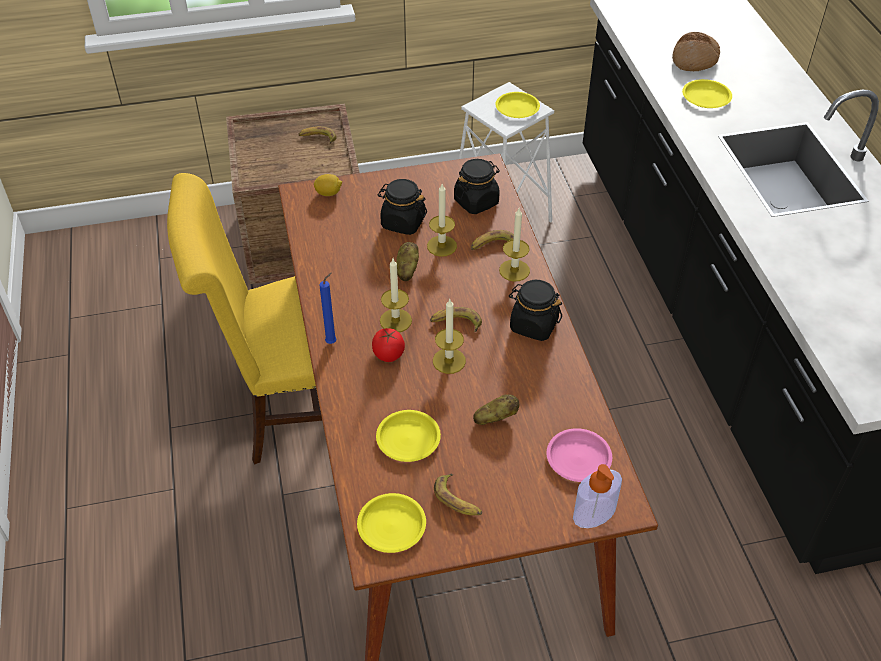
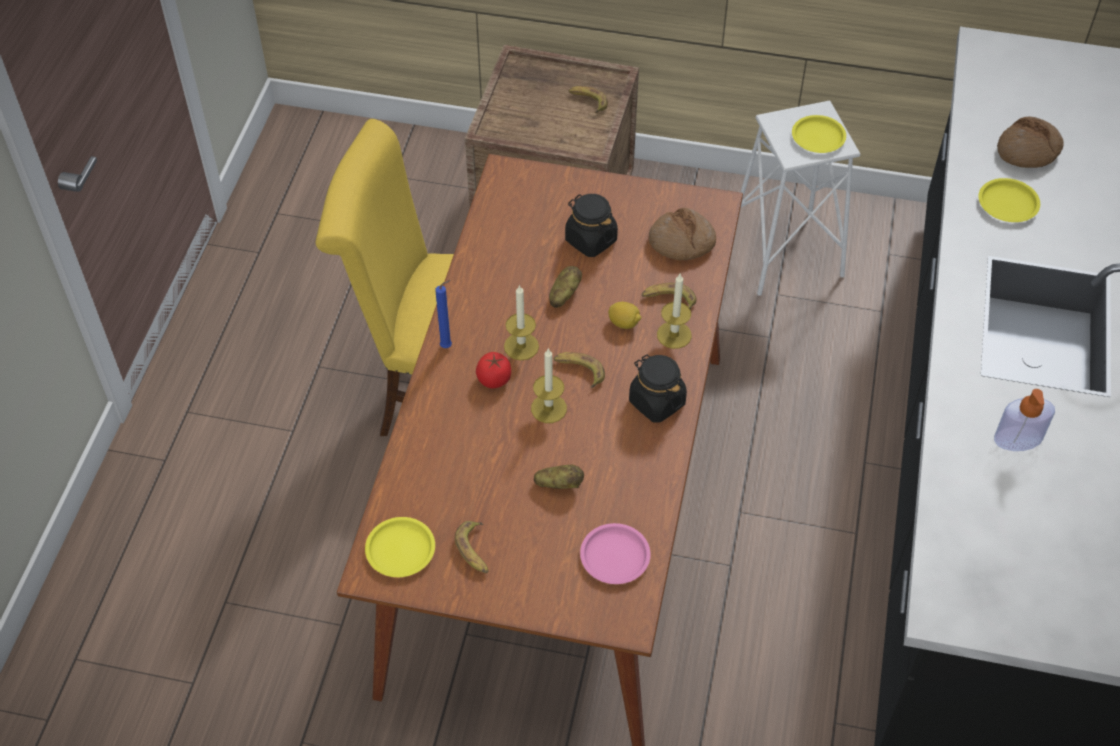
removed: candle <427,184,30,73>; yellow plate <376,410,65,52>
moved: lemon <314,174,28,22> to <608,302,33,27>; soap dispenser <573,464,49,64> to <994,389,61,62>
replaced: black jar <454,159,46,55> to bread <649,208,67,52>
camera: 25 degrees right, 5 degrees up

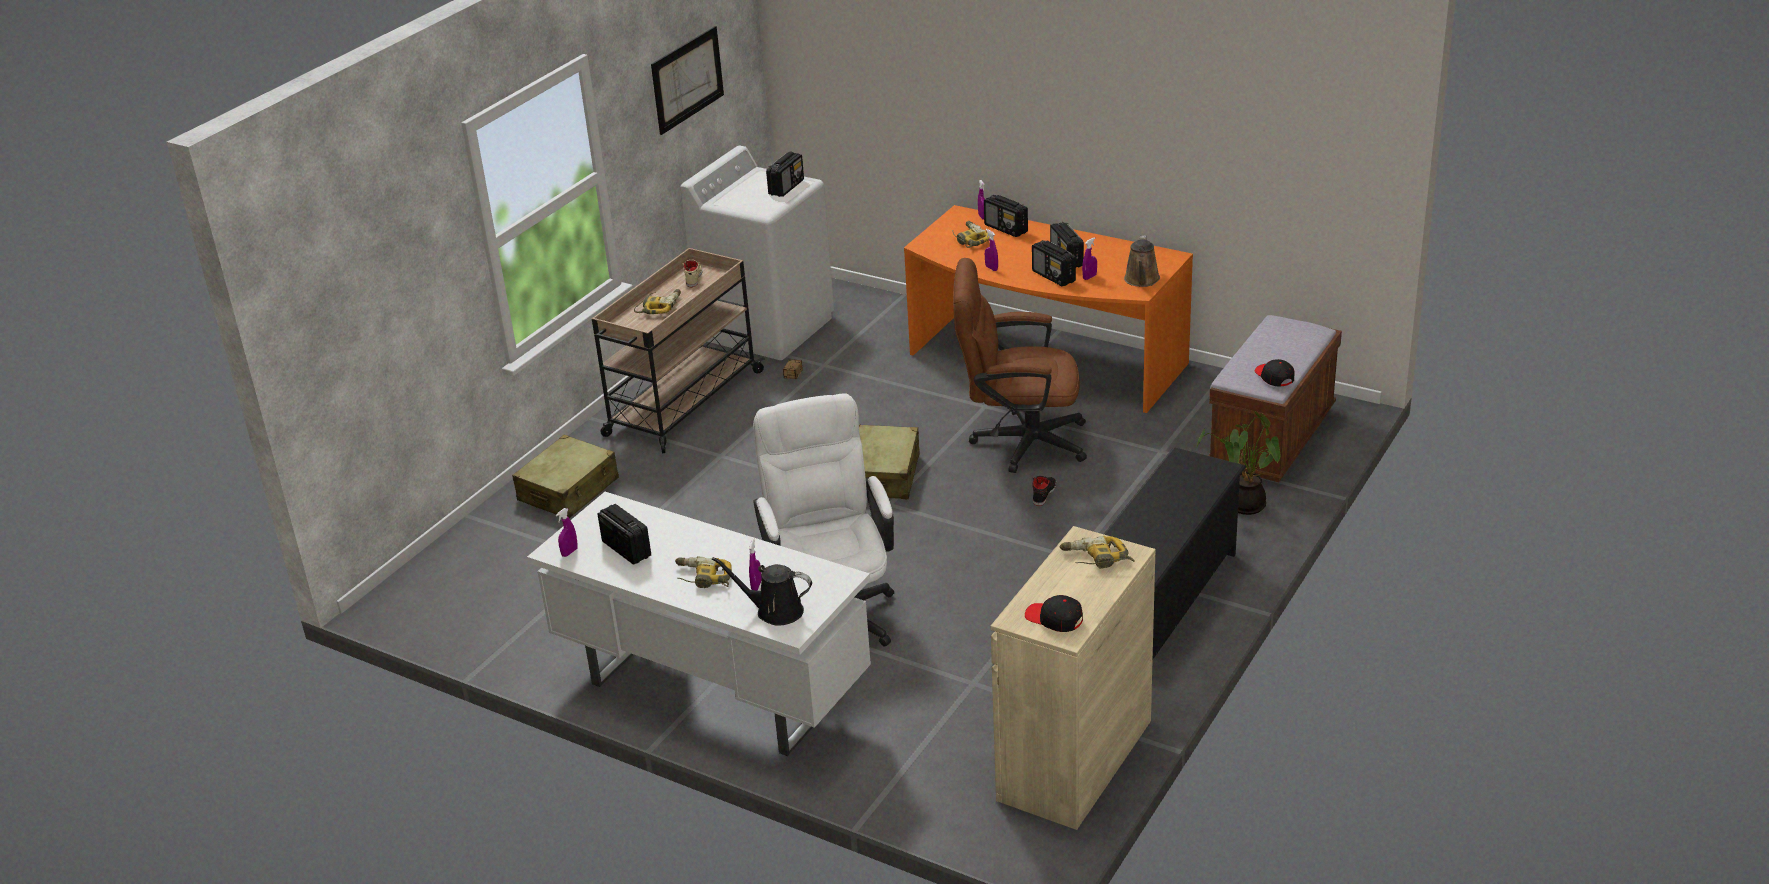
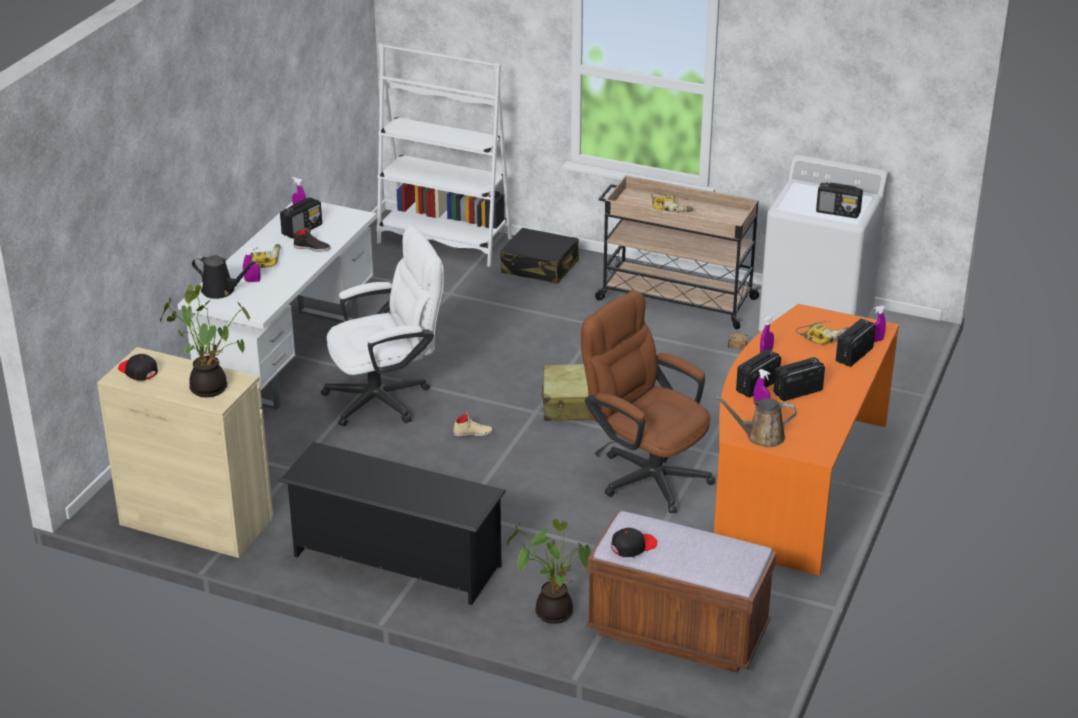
removed: picture <651,26,73,109>
added: white bookcase <376,43,136,224>
moved: beige shoe <682,260,21,27> to <453,413,40,24>; black shoe <1032,476,24,30> to <294,227,36,25>
replaced: power drill <1059,536,76,33> to potted plant <160,284,90,113>
recoloured: beige suitcase <512,435,107,83> to black suitcase <500,228,79,56>
turned: brown office chair <953,258,134,215> = <581,290,134,223> 45 degrees counterclockwise; black watering can <712,557,100,68> = <192,255,65,44> 105 degrees clockwise; black cap <1025,595,58,37> = <118,354,40,27> 75 degrees counterclockwise
camera: 80 degrees right, 0 degrees up

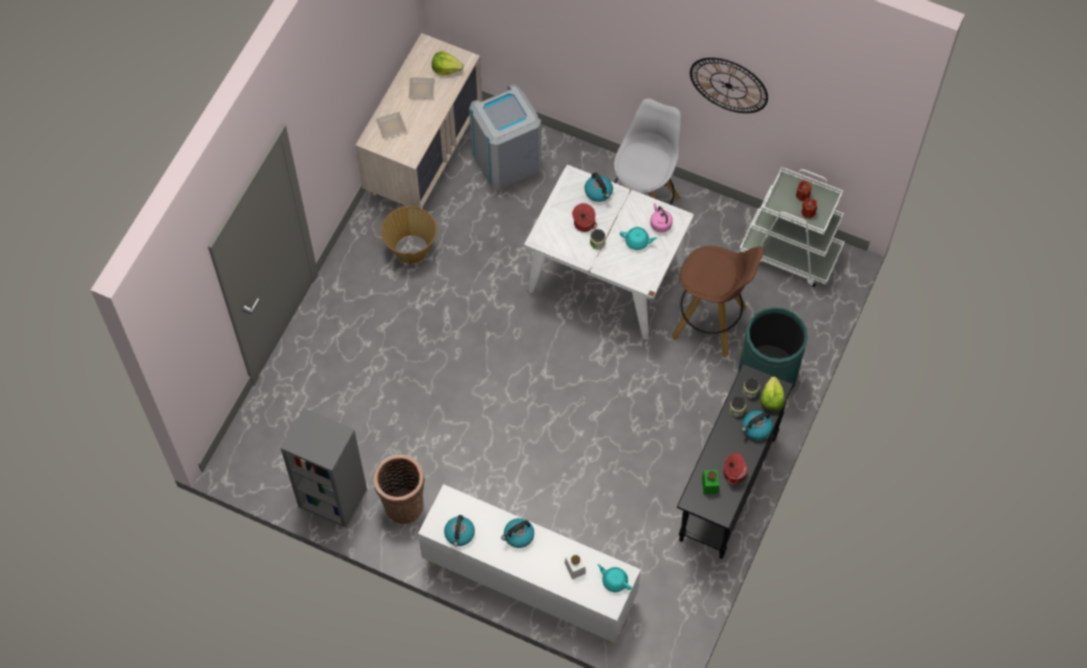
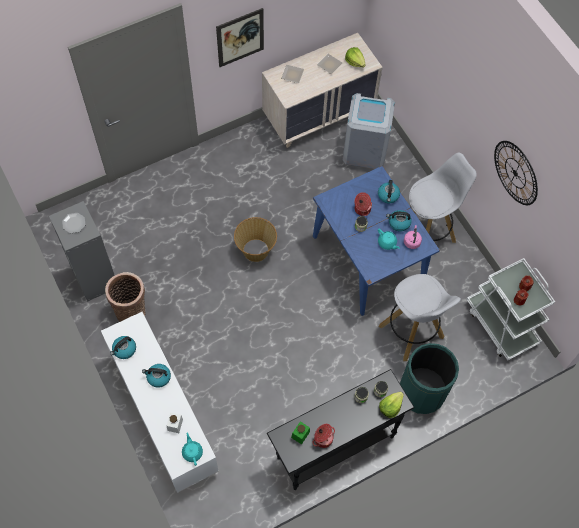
added: picture <216,8,48,59>; plate <62,213,24,20>
moved: basket <381,206,56,58> to <234,217,43,45>; kettle <742,411,31,29> to <386,210,26,21>
recoloured: white dining table <524,164,170,176> to blue dining table <313,166,127,150>; brown stool <672,246,92,111> to white stool <379,274,82,87>
camera: 35 degrees right, 0 degrees up

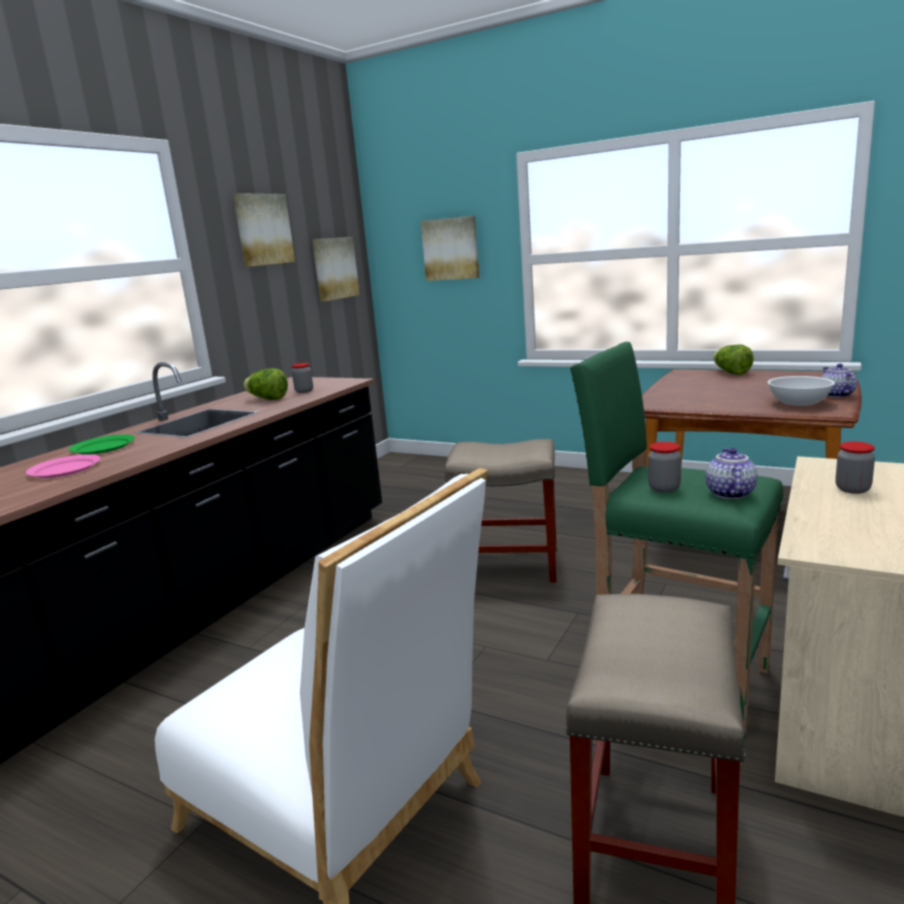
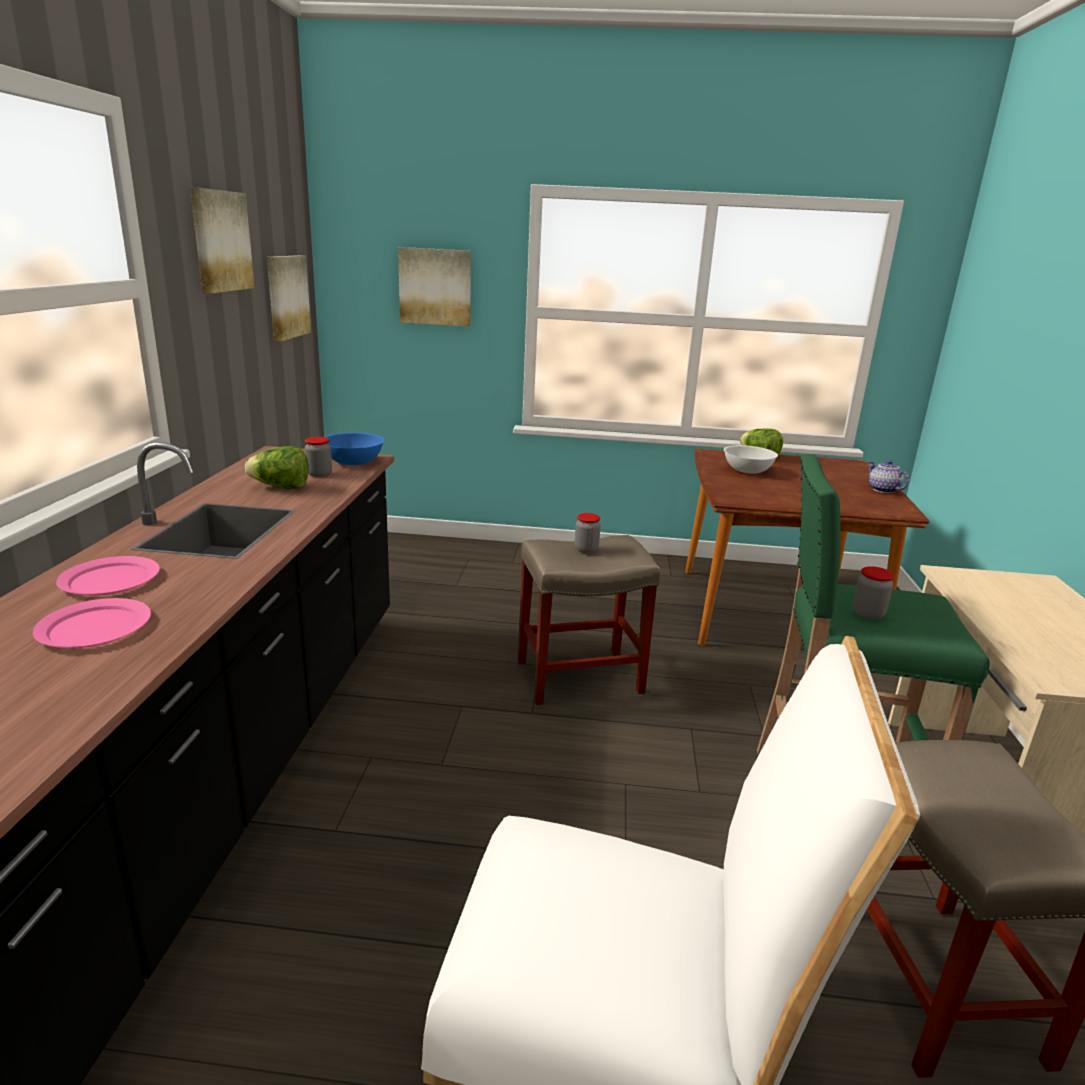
removed: teapot <706,448,52,51>
added: blue bowl <325,432,60,33>
moved: white bowl <768,376,67,30> to <724,445,54,29>; jar <835,442,40,52> to <575,513,26,40>
recoloured: green plate <69,435,66,20> to pink plate <56,556,104,40>
camera: 25 degrees left, 5 degrees up

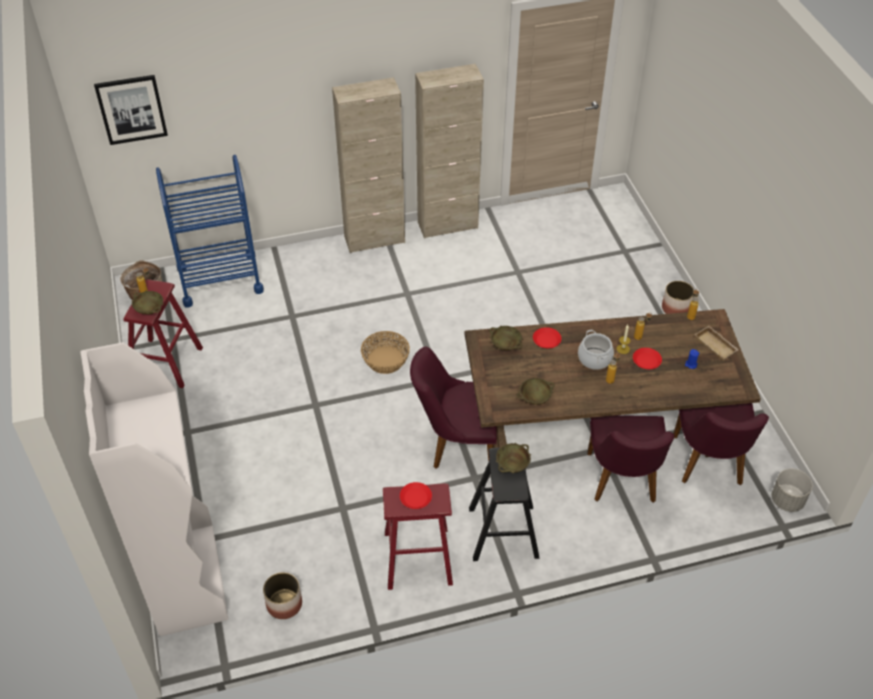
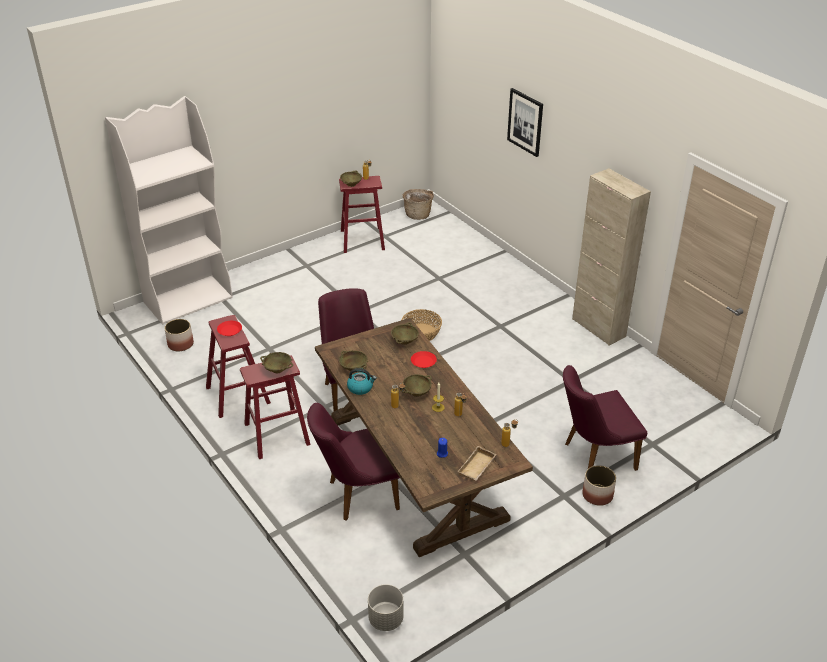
removed: beige cabinet <332,77,73,176>; blue cart <156,155,108,152>; red plate <633,348,29,21>
added: kettle <347,368,30,27>
moved: picture <94,75,74,70> to <507,88,36,69>; purple chair <673,403,96,82> to <563,365,84,106>
replaced: cooking pot <578,330,36,40> to beige bowl <403,374,29,23>
recoloured: black stool <469,448,71,113> to red stool <240,355,71,104>
camera: 70 degrees right, 10 degrees down

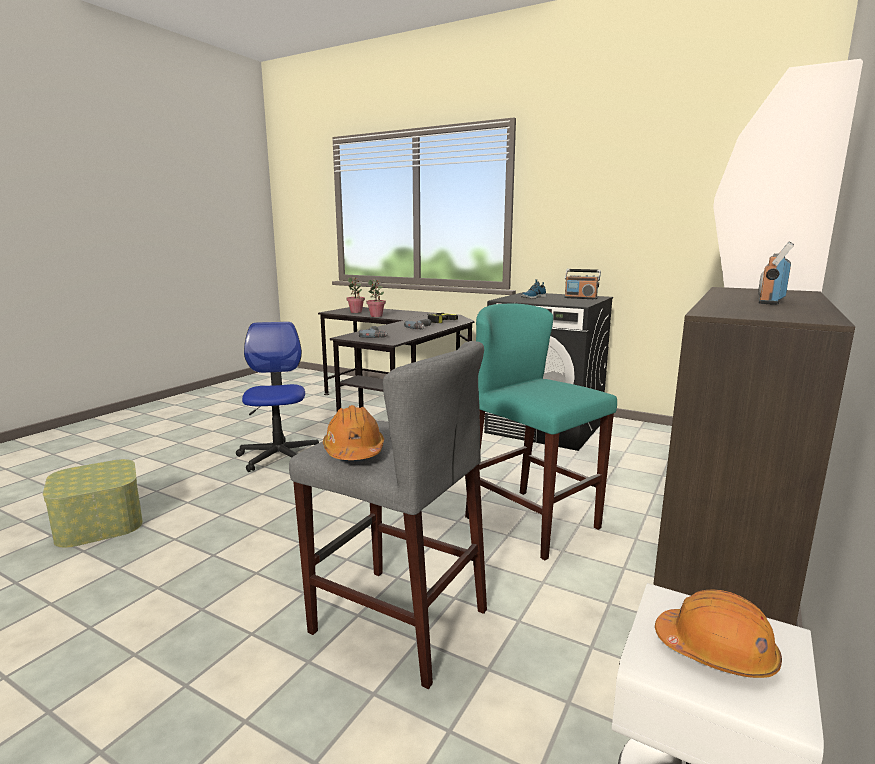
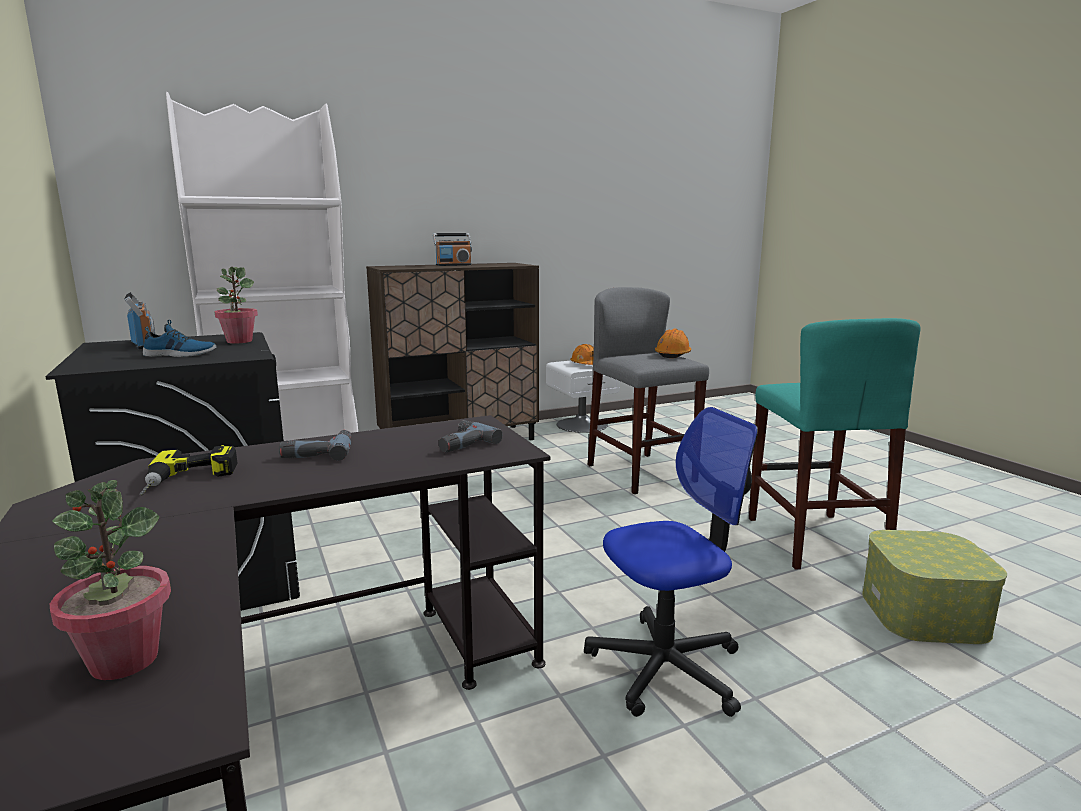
moved: potted plant <366,279,20,38> to <214,267,44,77>; turquoise stool <465,303,152,257> to <749,318,172,252>
turned: office chair <236,322,83,150> = <584,407,174,310> 135 degrees counterclockwise
camera: 145 degrees left, 0 degrees up

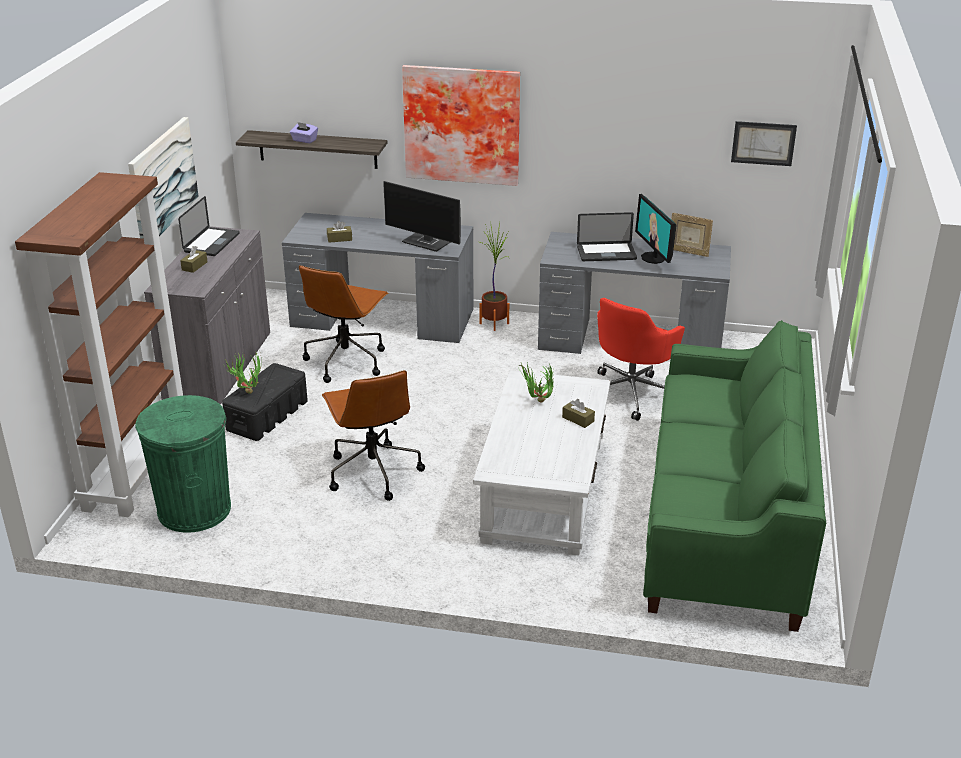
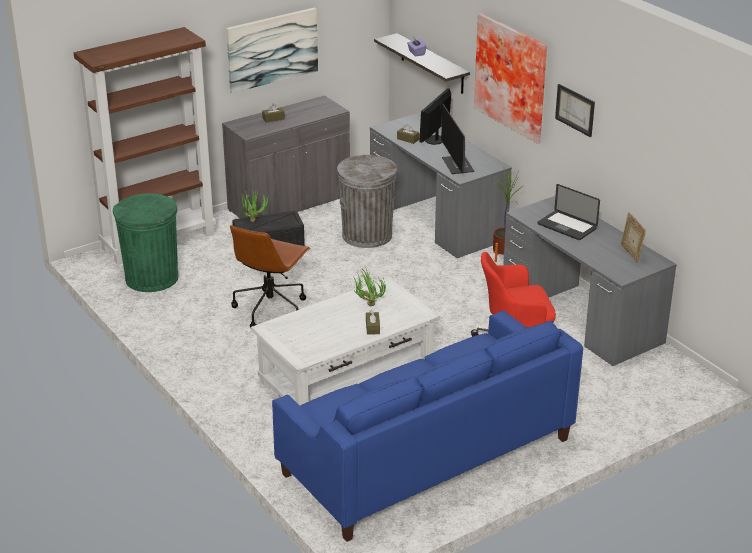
removed: laptop <178,196,62,60>
moved: picture <731,121,66,45> to <555,84,40,53>; monitor <635,194,42,70> to <419,88,32,57>
replaced: brown office chair <299,265,90,118> to grey trash can <337,155,60,93>
recoloured: green sofa <643,320,183,312> to blue sofa <272,310,311,232>
camera: 45 degrees right, 0 degrees up

